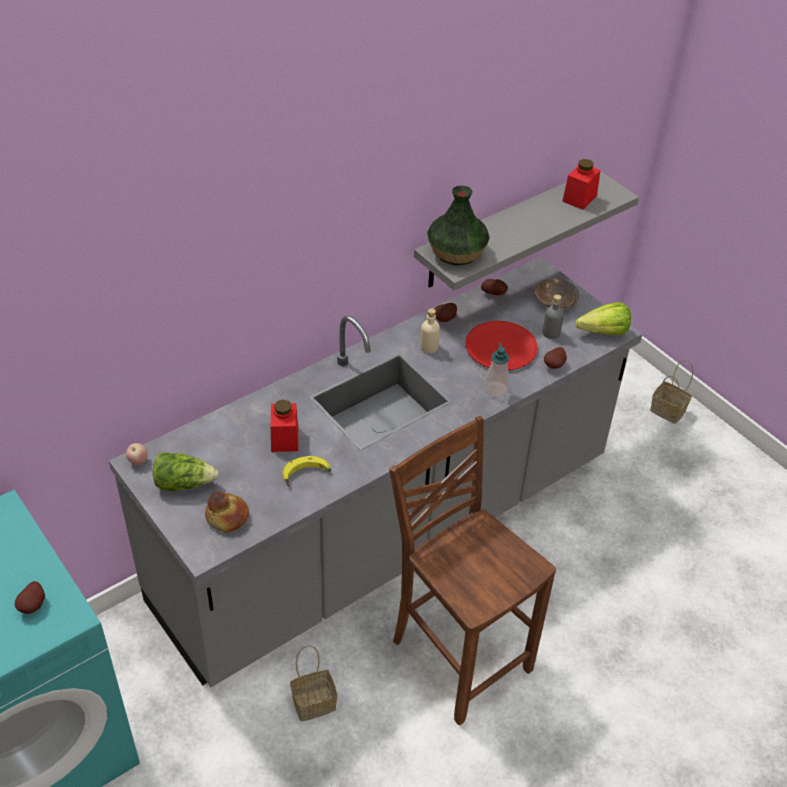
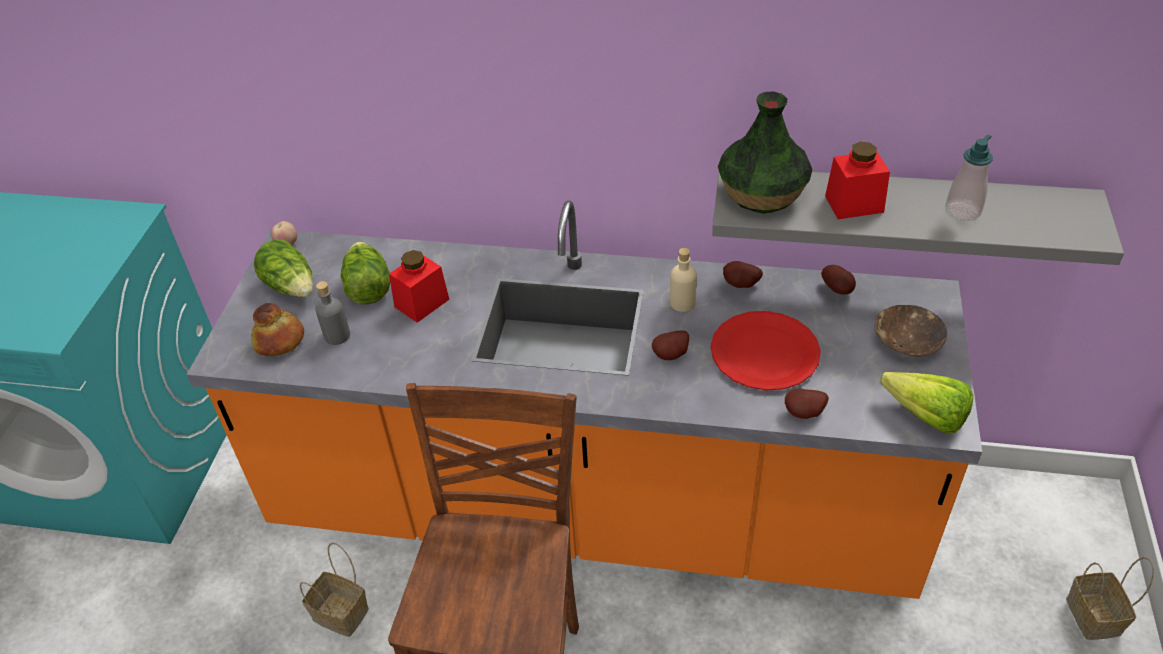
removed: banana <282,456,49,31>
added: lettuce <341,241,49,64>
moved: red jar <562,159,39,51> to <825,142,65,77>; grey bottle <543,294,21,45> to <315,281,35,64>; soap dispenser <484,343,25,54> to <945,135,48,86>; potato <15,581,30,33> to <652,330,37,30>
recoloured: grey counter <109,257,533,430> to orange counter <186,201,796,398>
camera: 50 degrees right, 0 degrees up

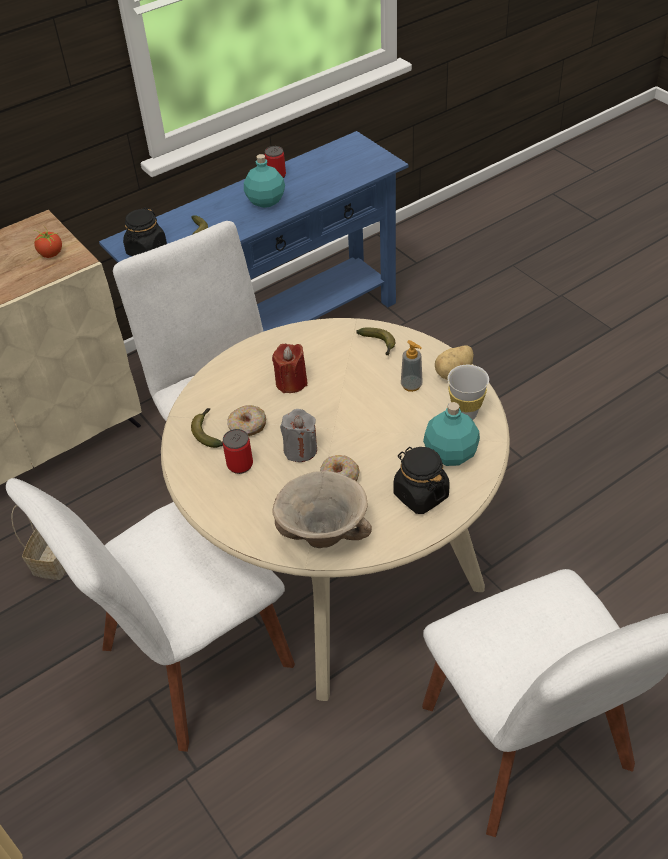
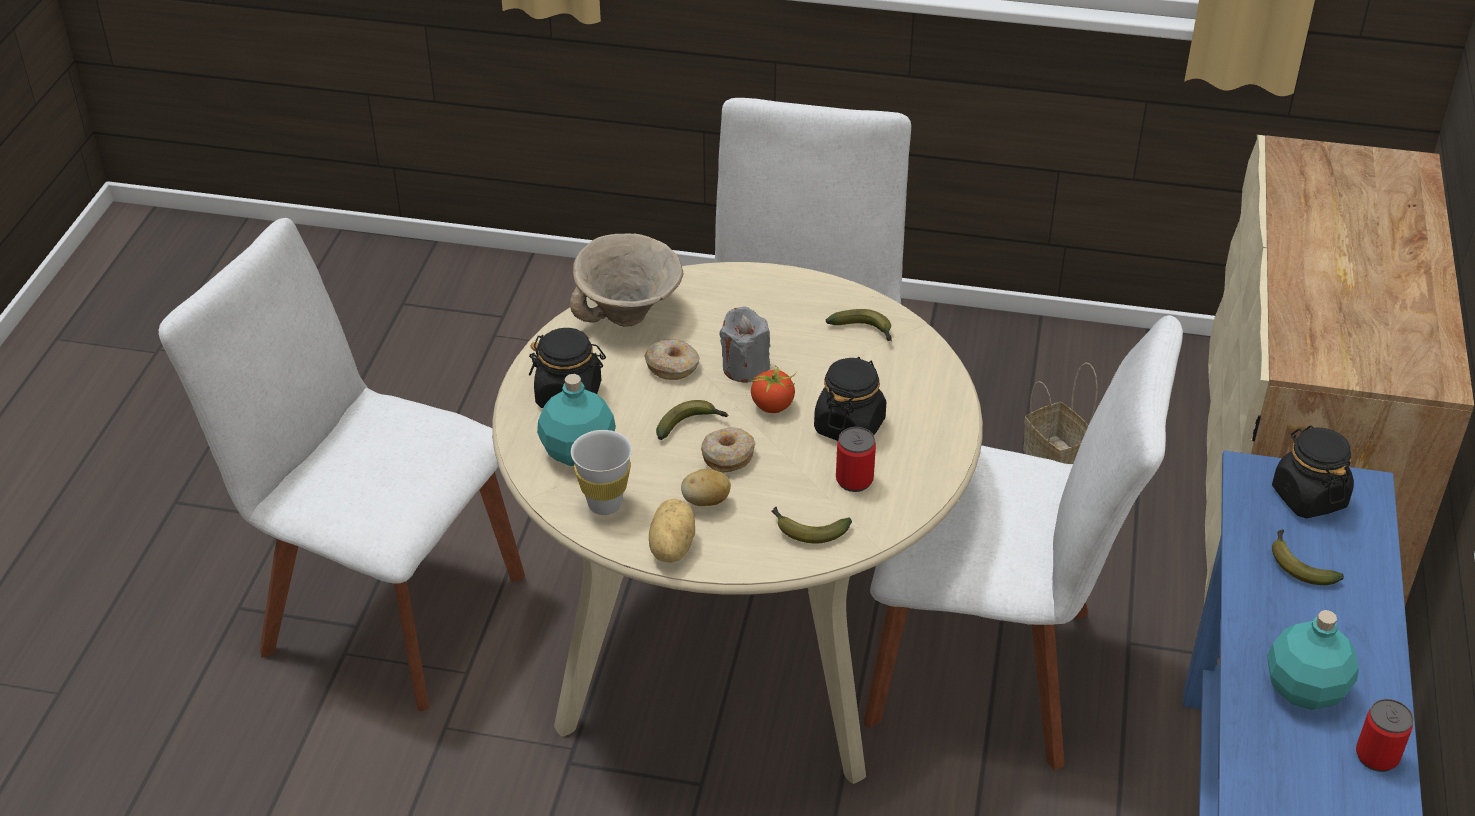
added: banana <656,400,73,40>
moved: tomato <34,226,28,32> to <751,366,45,47>; donut <227,405,39,31> to <701,427,55,46>; can <223,429,30,45> to <836,427,40,65>
replaced: soap dispenser <401,340,22,52> to potato <681,469,50,37>; red candle <272,343,35,50> to black jar <814,357,72,84>
camera: 135 degrees right, 5 degrees down

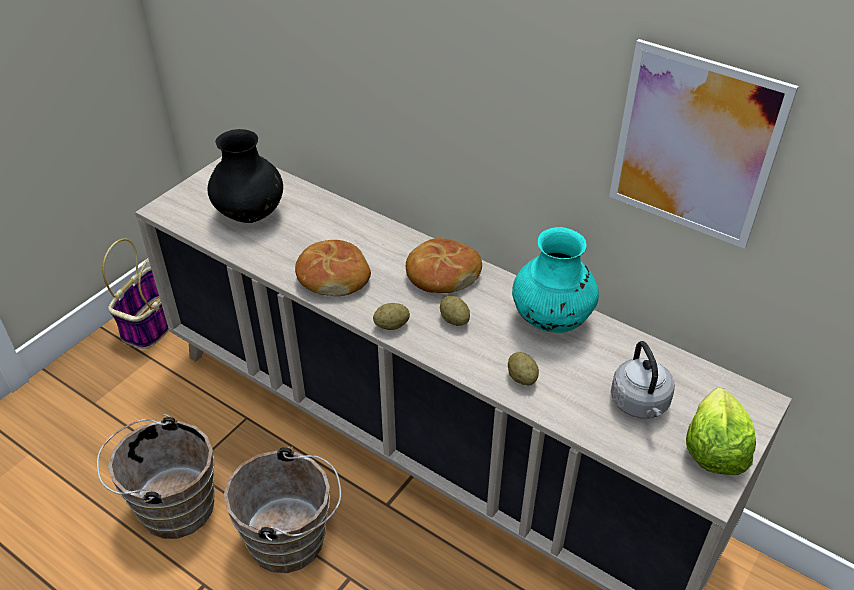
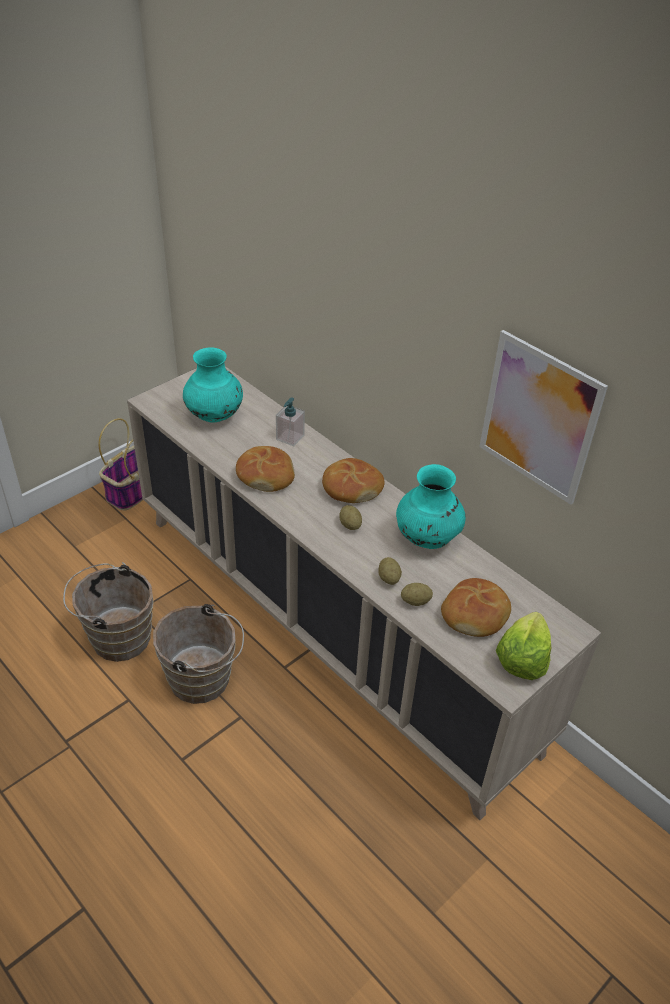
added: soap dispenser <276,397,29,49>
moved: potato <373,303,37,27> to <401,583,32,23>
replaced: grey kettle <611,341,64,78> to bread <441,578,70,59>
recoloured: black vase <208,129,75,94> to turquoise vase <183,347,60,76>
camera: 10 degrees right, 0 degrees up

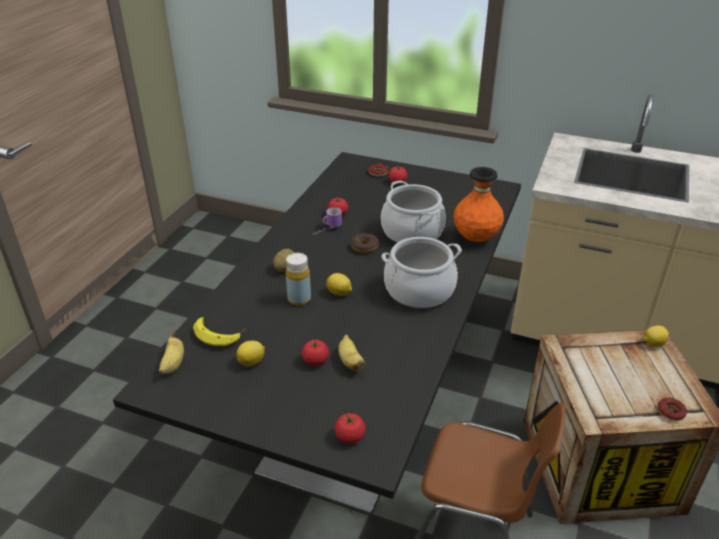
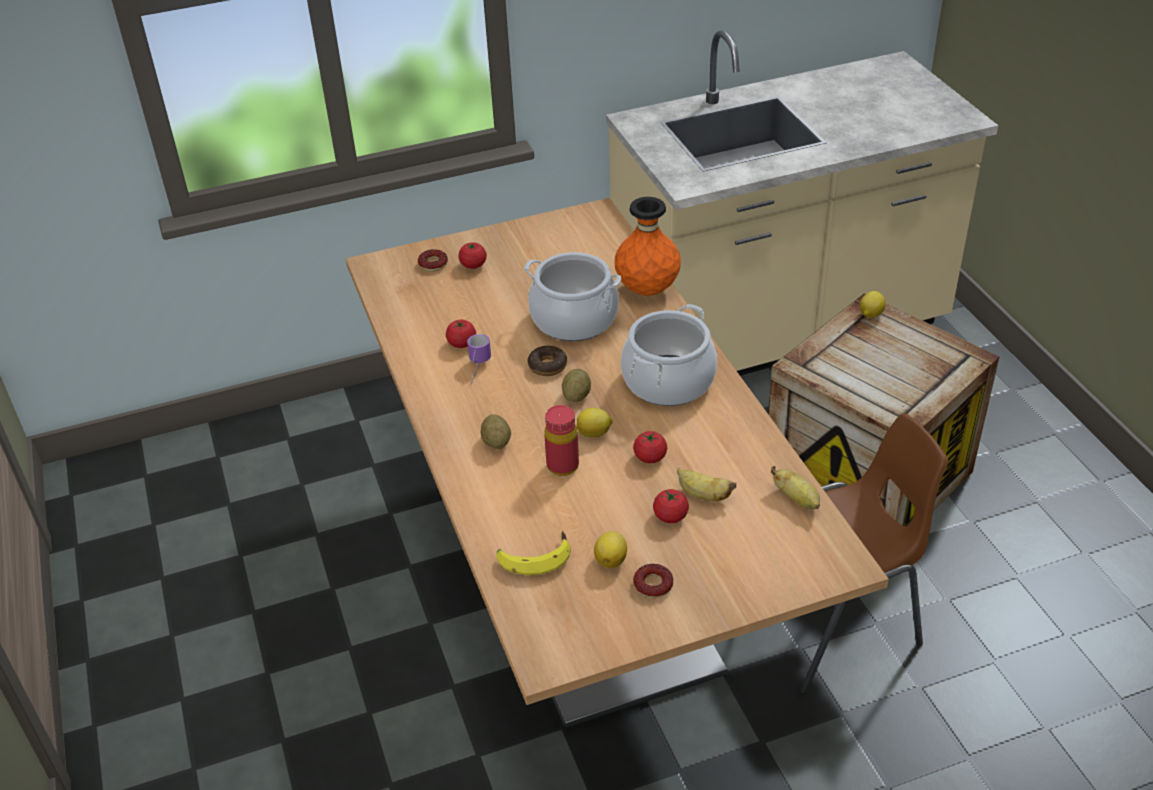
added: potato <562,369,29,33>
moved: banana <159,333,25,41> to <771,466,49,43>; donut <657,398,30,23> to <633,564,40,34>; tomato <334,413,32,31> to <633,431,34,32>
recoloured: black dining table <113,152,408,364> to beige dining table <346,198,543,529>; yellow bottle <286,253,25,53> to red bottle <544,405,35,71>
camera: 40 degrees left, 5 degrees up

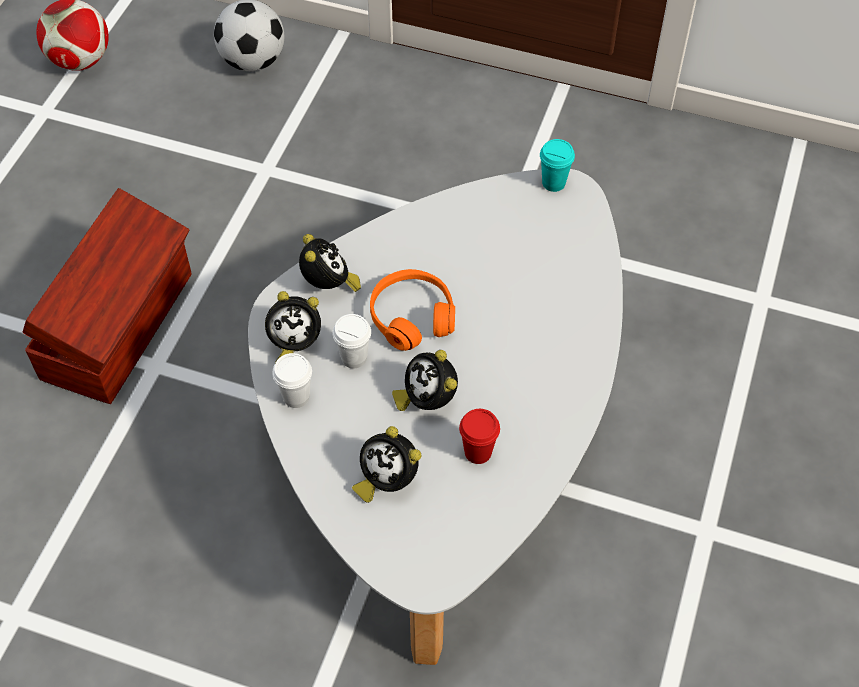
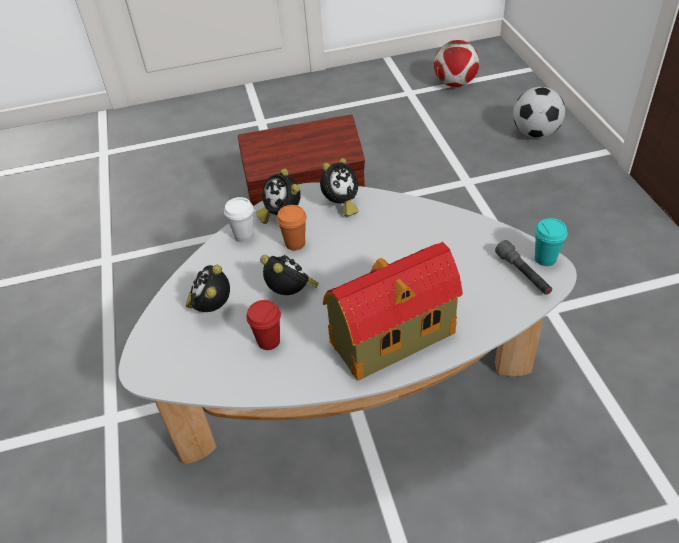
removed: orange headphones <370,269,85,82>
added: grey flashlight <495,240,57,55>; toy house <323,242,140,139>
recoloured: white cup <333,314,38,55> to orange cup <277,205,29,46>
turned: alarm clock <392,350,66,61> = <260,255,59,40> 105 degrees clockwise
camera: 60 degrees right, 10 degrees down

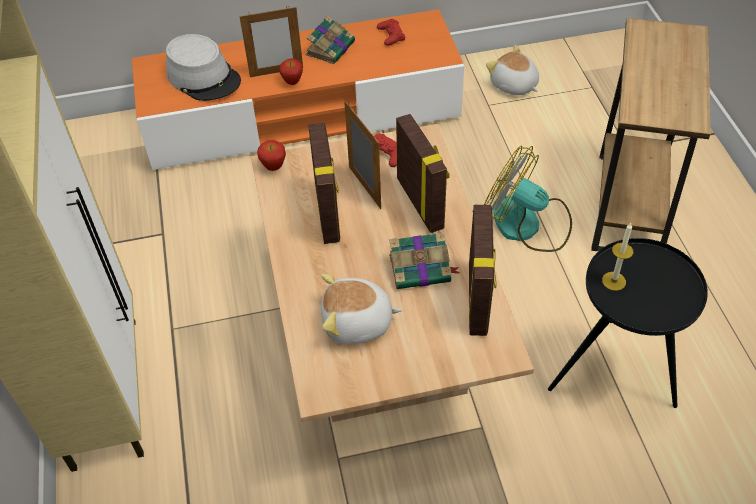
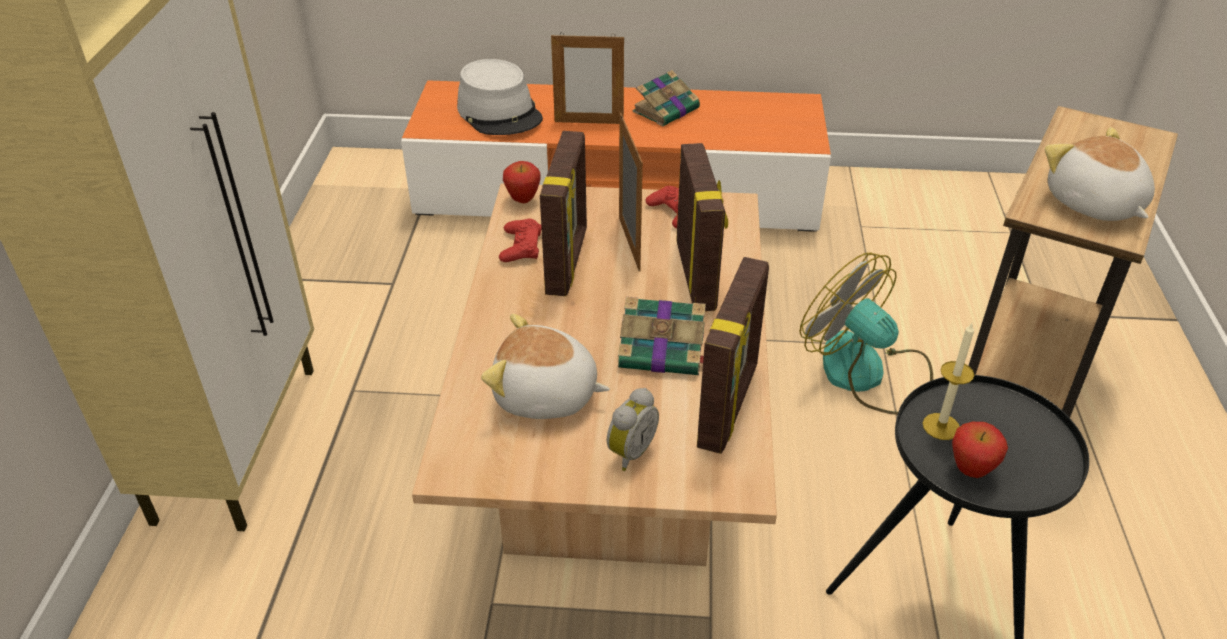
added: alarm clock <607,388,52,83>
moved: red game controller <377,19,28,27> to <499,219,43,43>; plush toy <486,45,53,50> to <1045,127,110,94>; apple <279,58,24,27> to <952,421,56,57>
camera: 15 degrees right, 10 degrees down

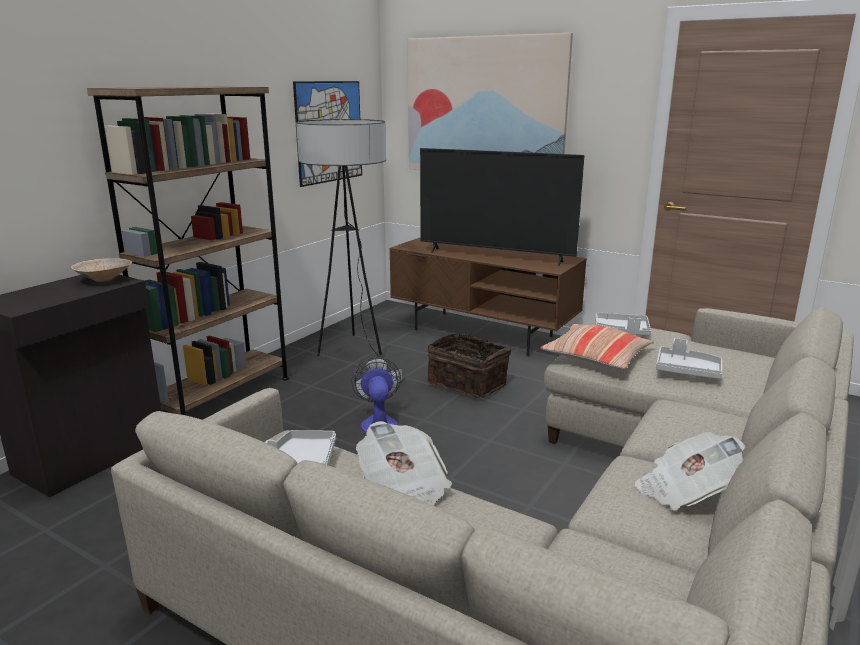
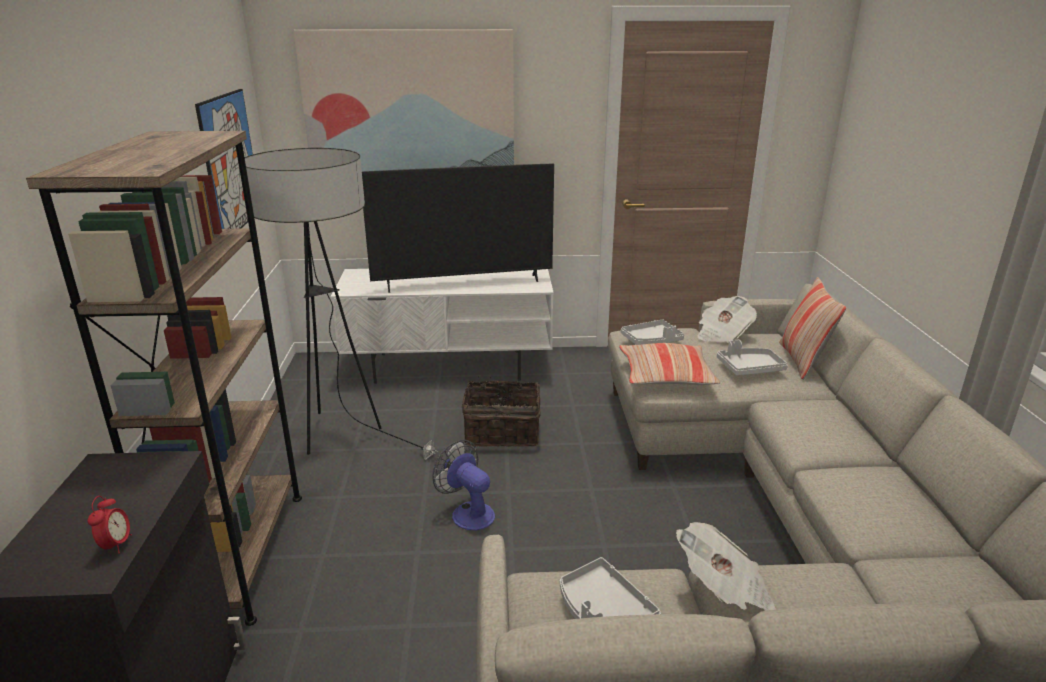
removed: beige bowl <70,258,62,24>
added: pillow <779,277,67,103>; alarm clock <88,496,44,58>
moved: newspaper <635,432,111,79> to <697,296,60,47>
recoloured: brown tv stand <389,237,198,118> to white tv stand <331,269,223,115>
camera: 35 degrees left, 5 degrees up

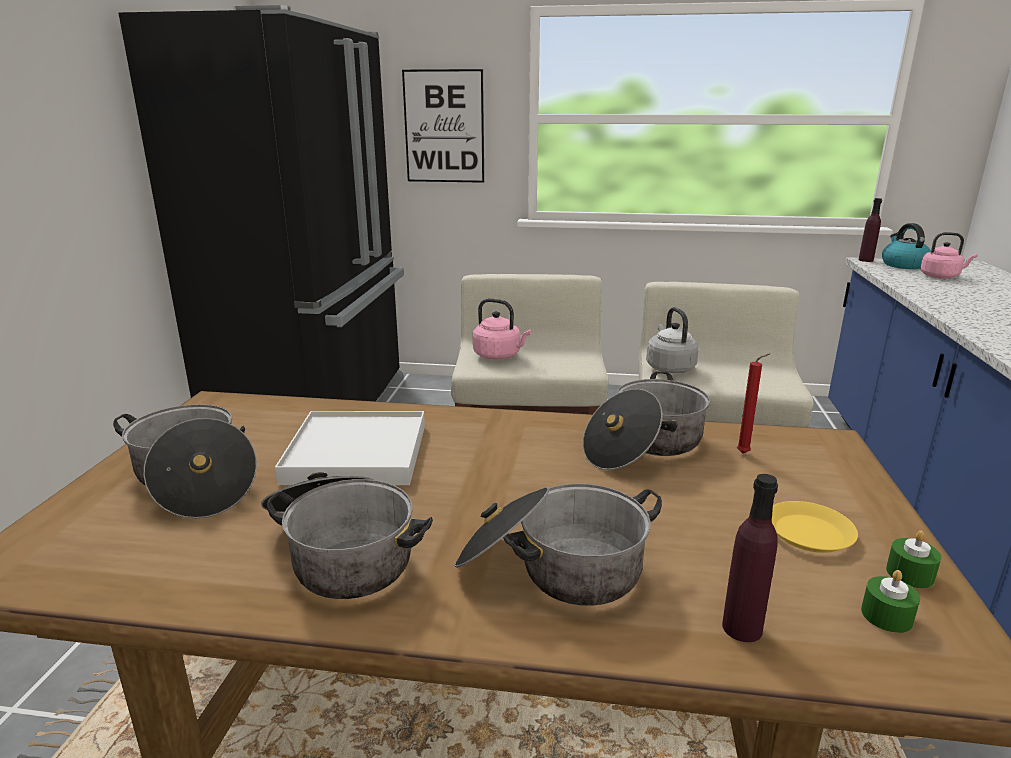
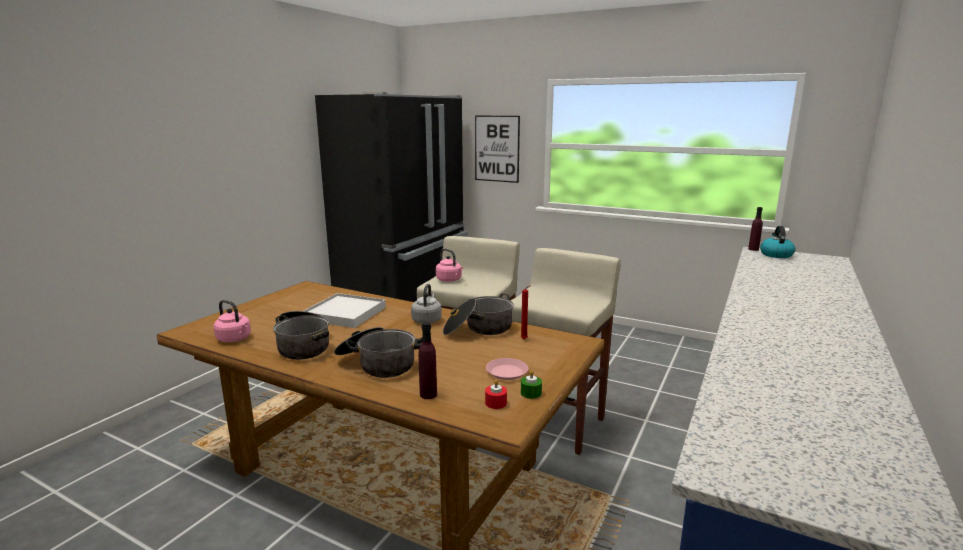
removed: cooking pot <113,404,144,114>
moved: pink kettle <920,232,58,47> to <214,300,37,42>; grey kettle <646,307,53,66> to <411,284,31,40>
recoloured: yellow plate <772,501,86,52> to pink plate <486,358,43,22>; green candle <861,570,59,63> to red candle <485,380,22,29>
camera: 20 degrees right, 5 degrees down

